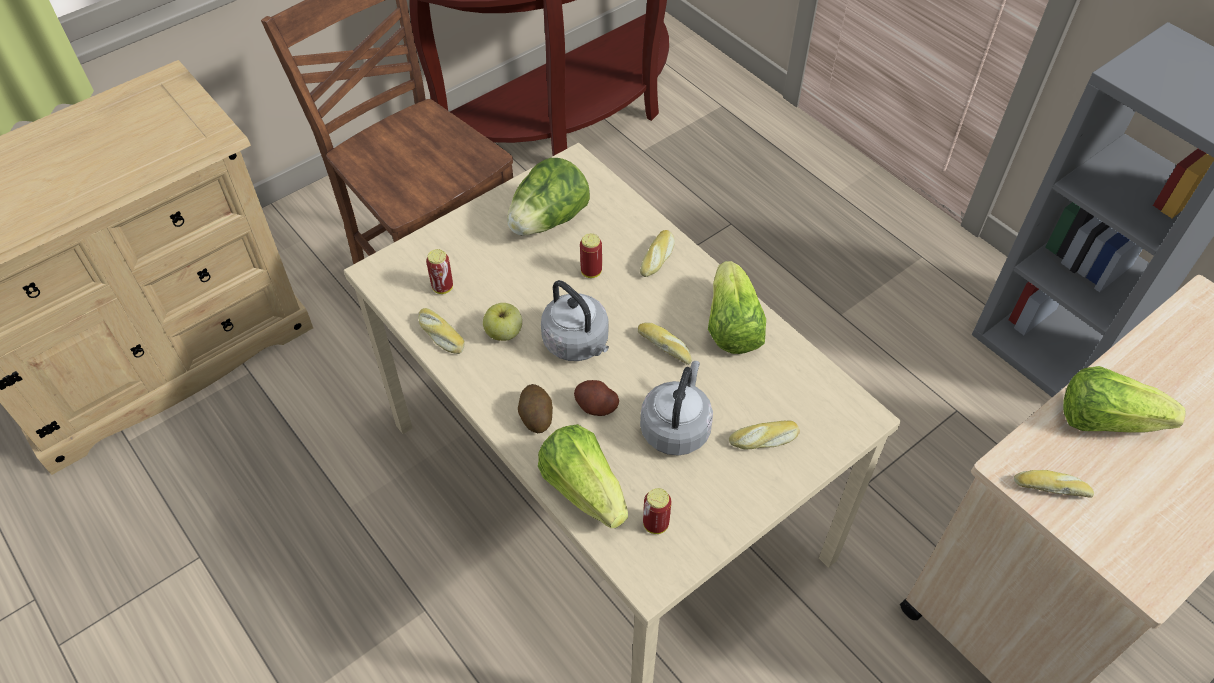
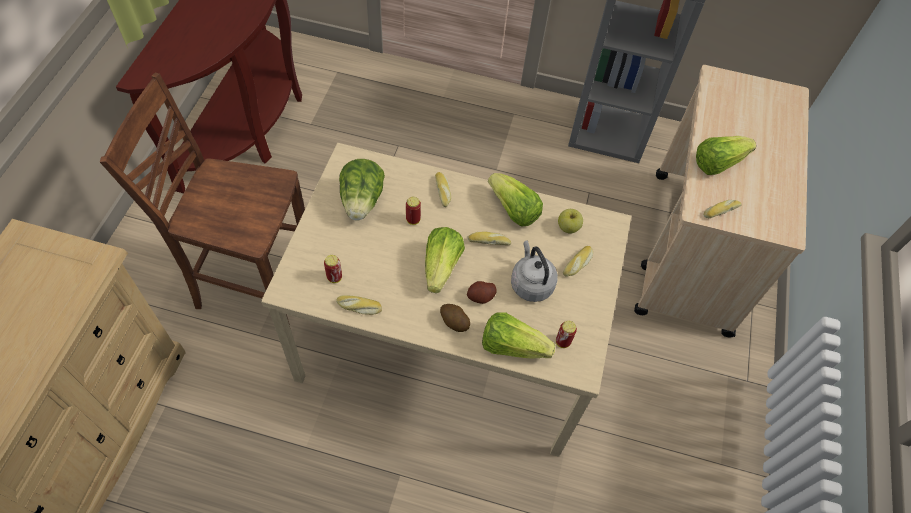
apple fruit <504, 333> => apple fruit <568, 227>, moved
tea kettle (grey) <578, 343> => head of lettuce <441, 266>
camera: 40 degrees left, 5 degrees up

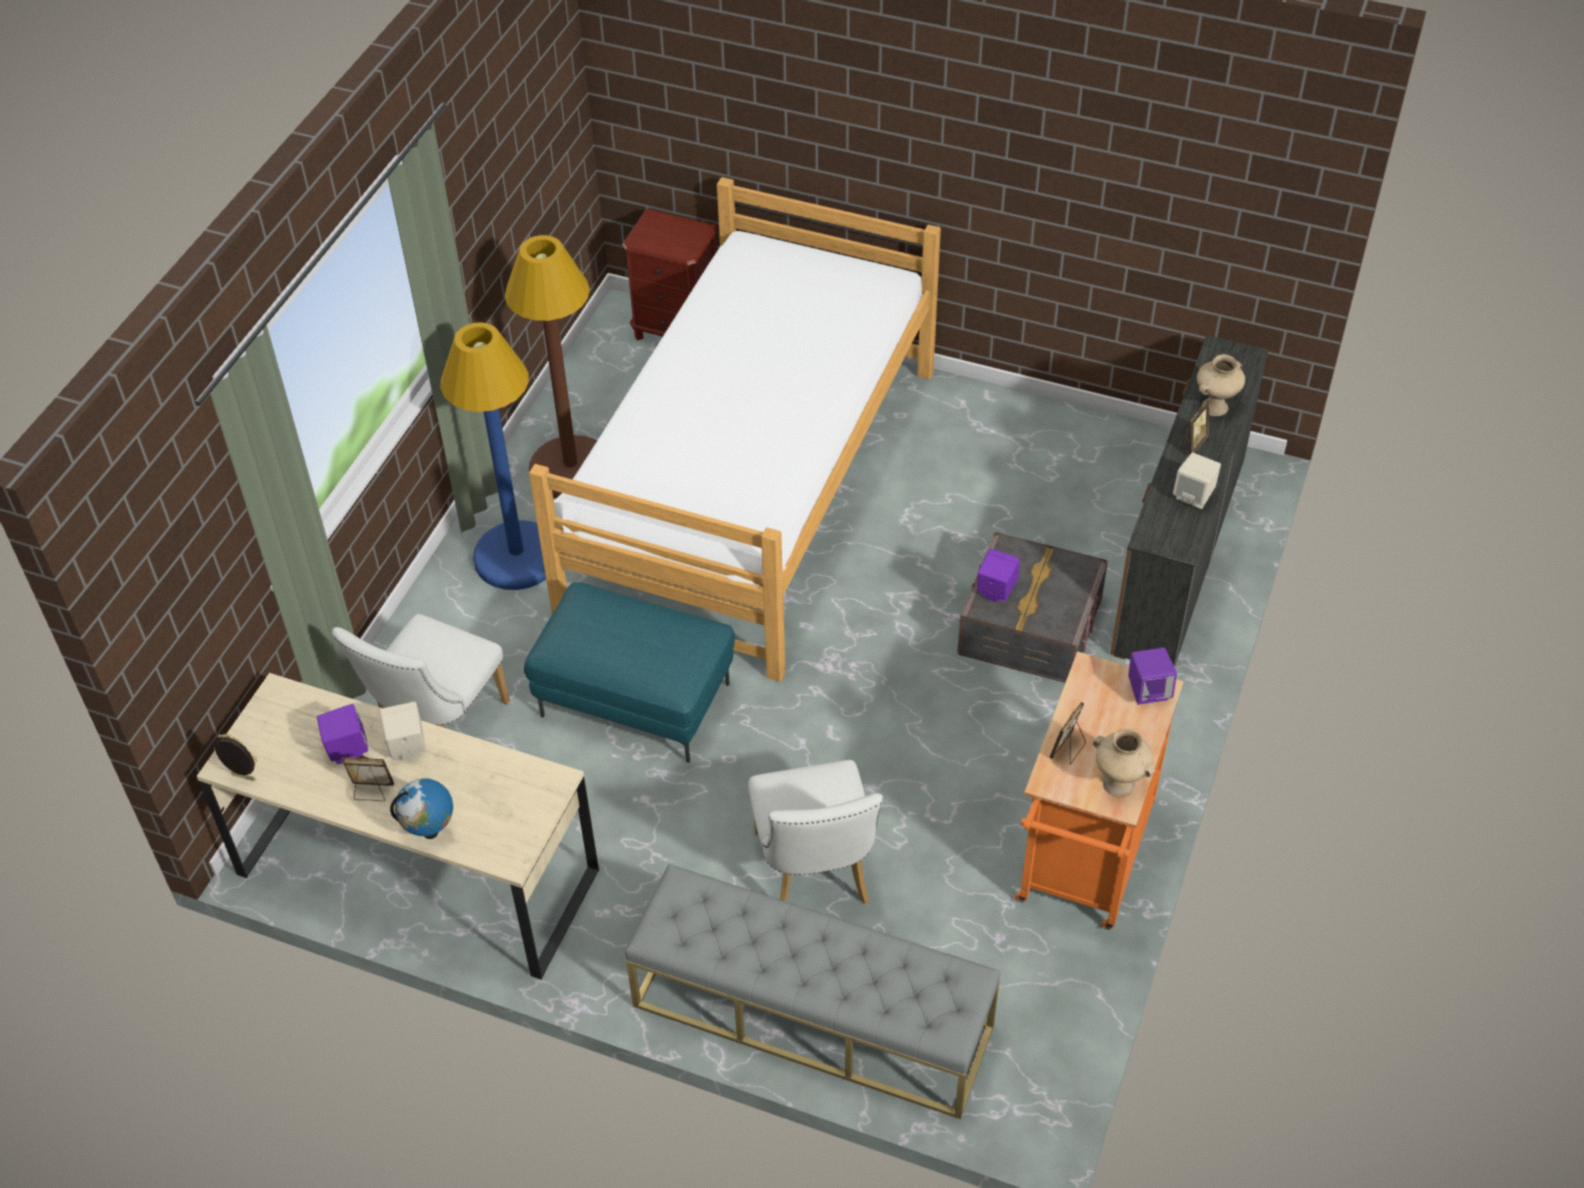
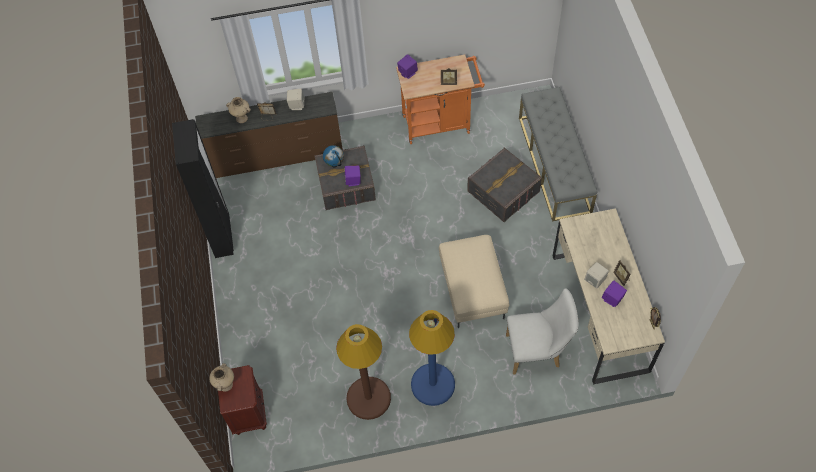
world globe <430, 831> => world globe <334, 164>, moved
pouffe (turquoise) <637, 699> => pouffe (beige-coloured) <472, 291>
bed <754, 487> => nothing
upright chair (white-coloured) <815, 876> => storage container (grey) <503, 192>
decorative vase (beige-coloured) <1119, 784> => decorative vase (beige-coloured) <225, 384>, moved
nothing => armoire (blackish) <223, 237>
camera: 120 degrees left, 10 degrees up

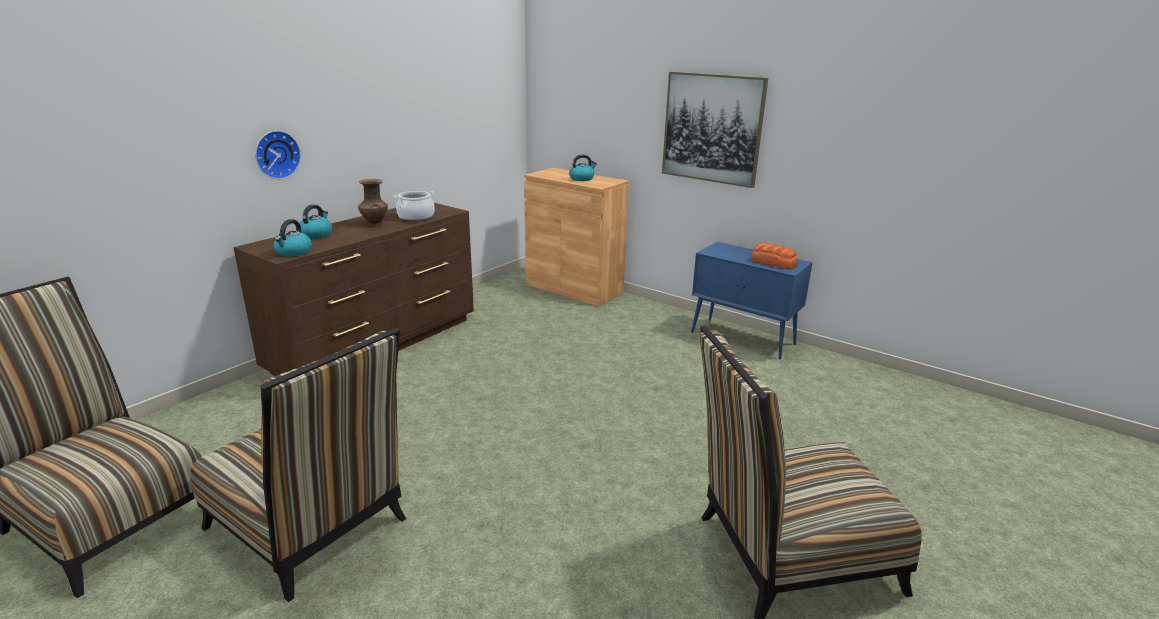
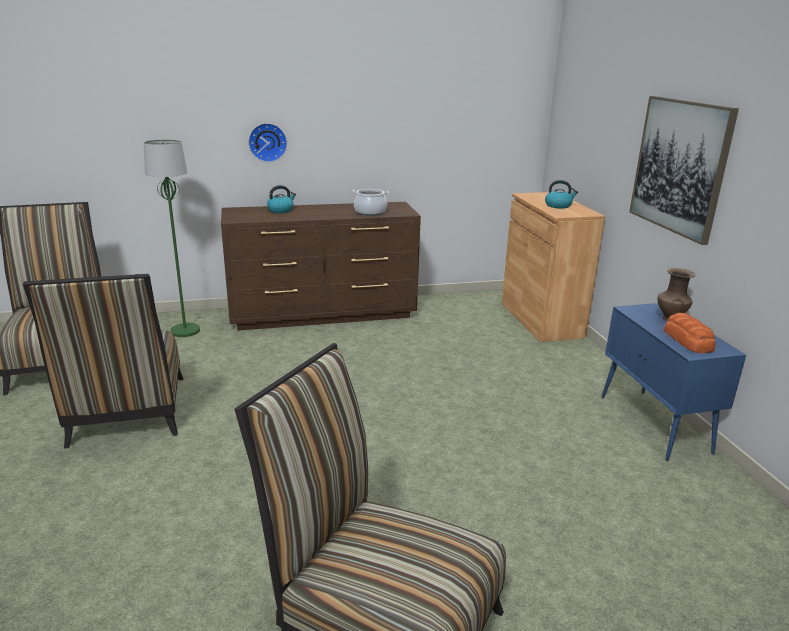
tea kettle <293, 252> => nothing
decorative vase (brownish) <374, 224> => decorative vase (brownish) <670, 318>, moved
nothing => standard lamp (green-coloured) <185, 331>
camera: 40 degrees right, 0 degrees up

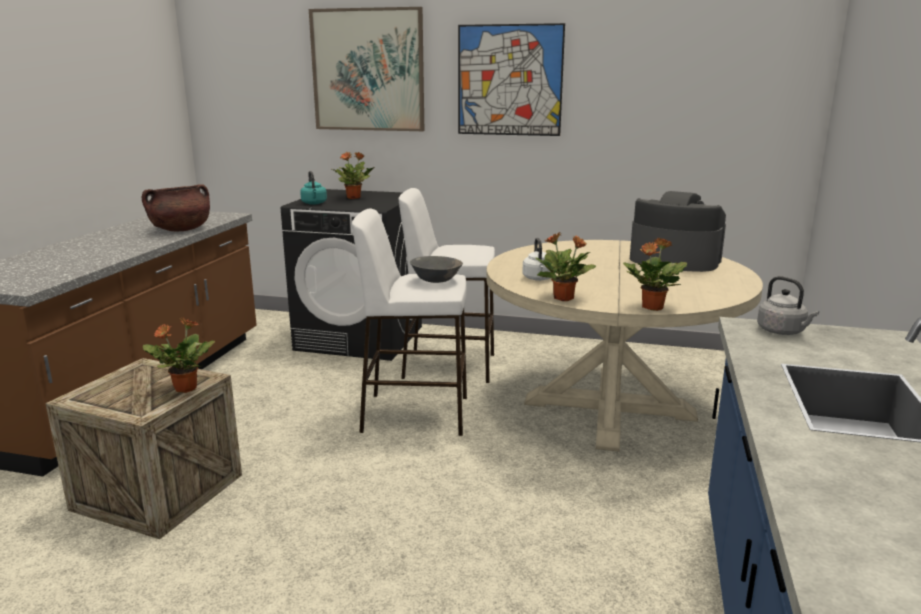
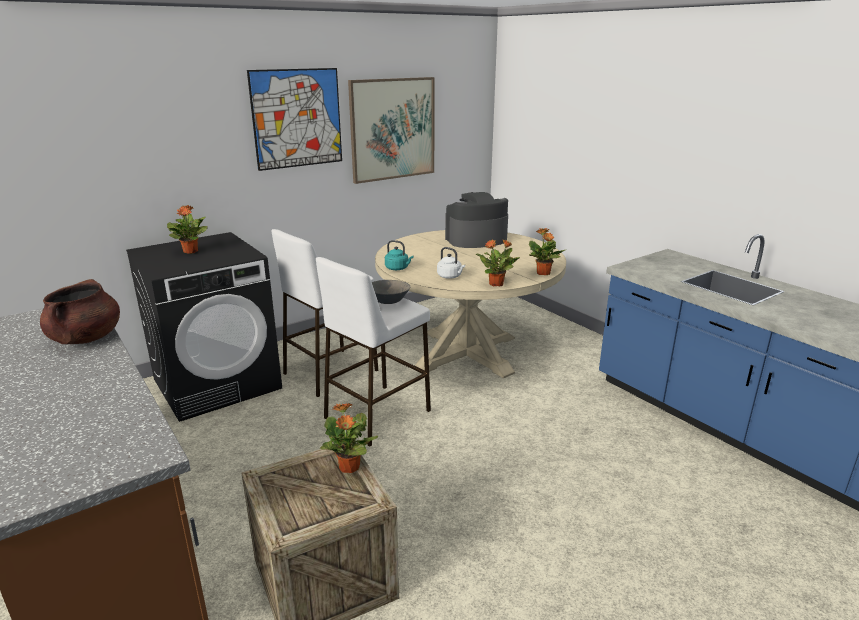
tea kettle (turquoise) <314, 203> => tea kettle (turquoise) <398, 268>, moved
wall picture <368, 70> => wall picture <392, 129>, moved
tea kettle (grey) <782, 332> => nothing
camera: 50 degrees left, 5 degrees up

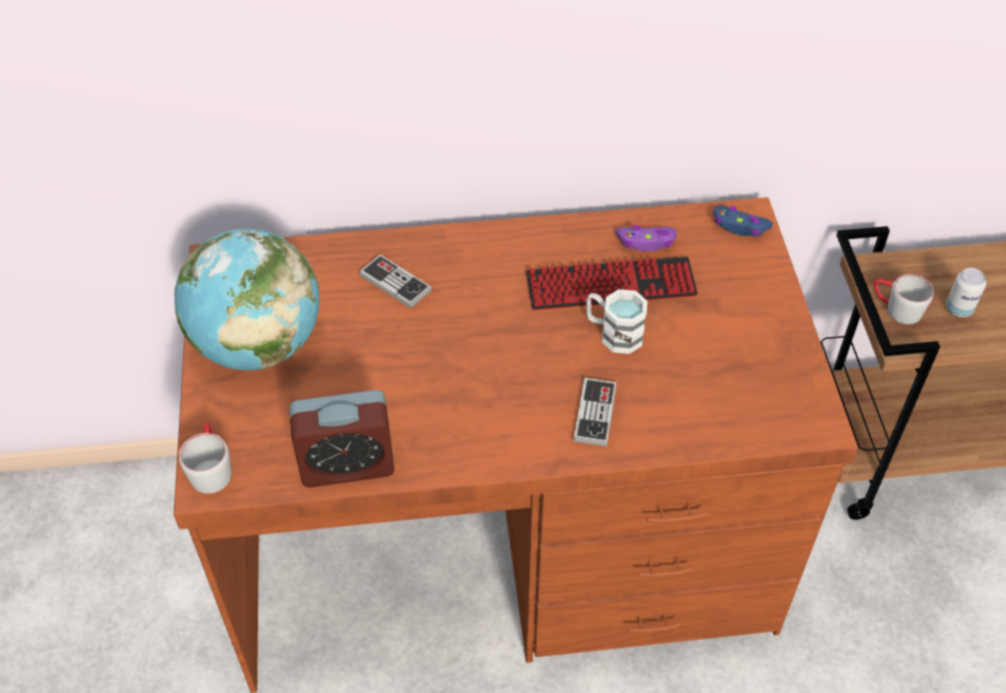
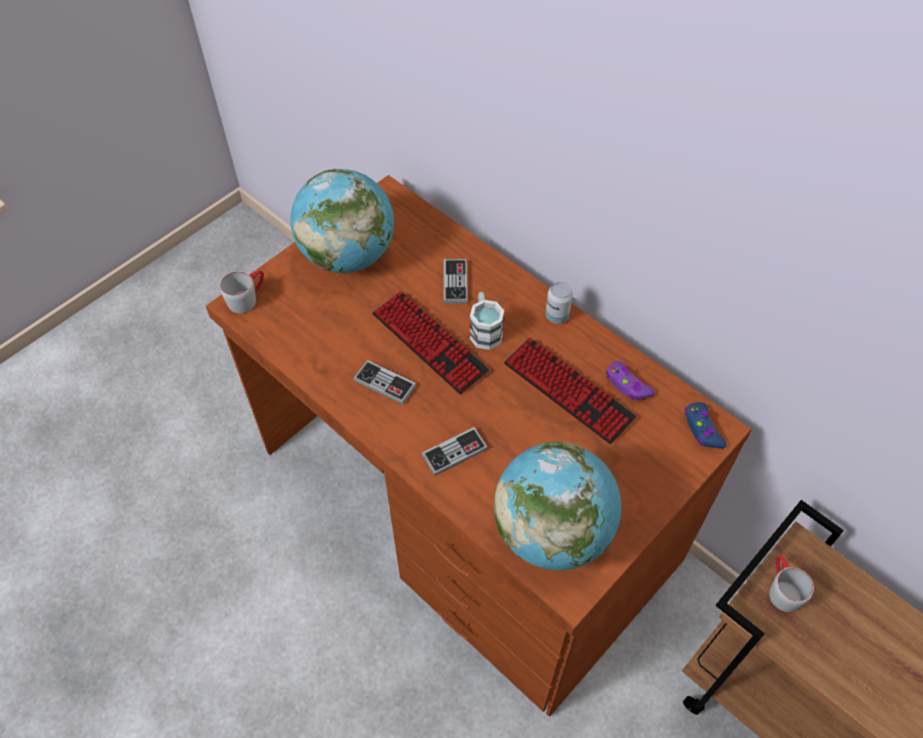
alarm clock <347, 465> => nothing
coffee mug (white-coloured) <613, 333> => coffee mug (white-coloured) <484, 330>, moved
metal can <959, 309> => metal can <557, 316>, moved
nothing => gamepad <385, 383>
nothing => keyboard <429, 343>
nothing => world globe <552, 532>
camera: 50 degrees right, 5 degrees up

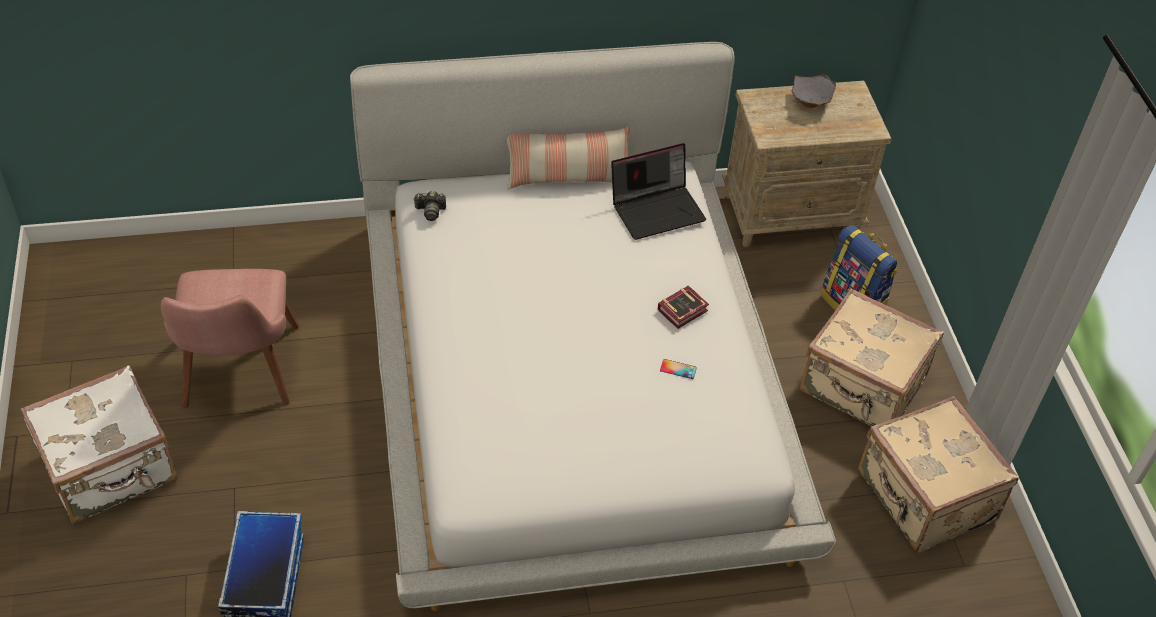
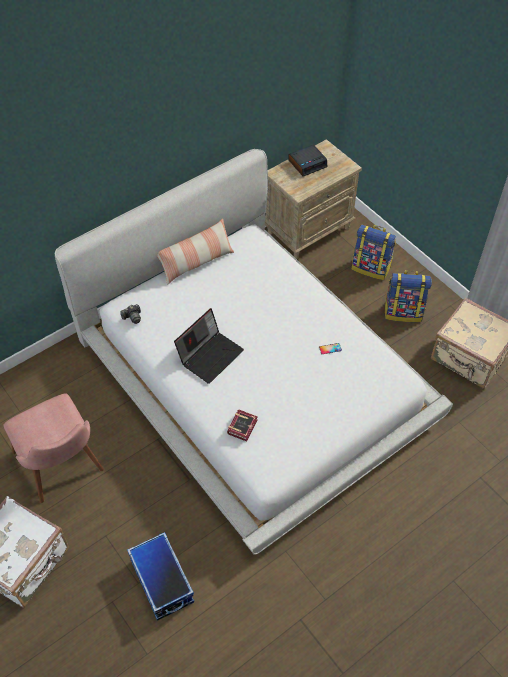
laptop <657, 209> => laptop <210, 355>, moved
book <684, 310> => book <243, 426>, moved
bowl (grey) <811, 102> => alarm clock <307, 163>
suitcase (beige-coloured) <861, 387> => rucksack <403, 312>
camera: 25 degrees left, 5 degrees up

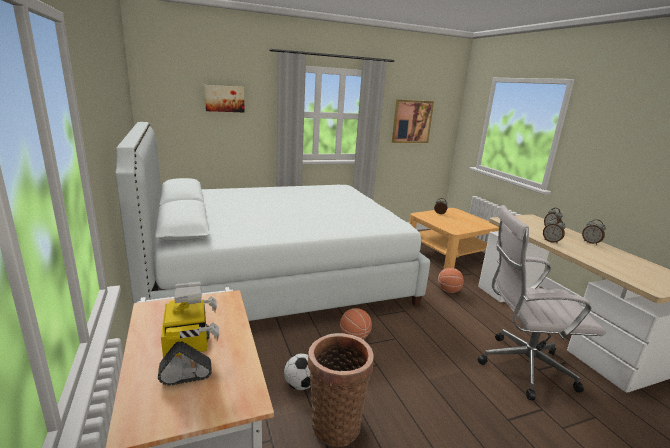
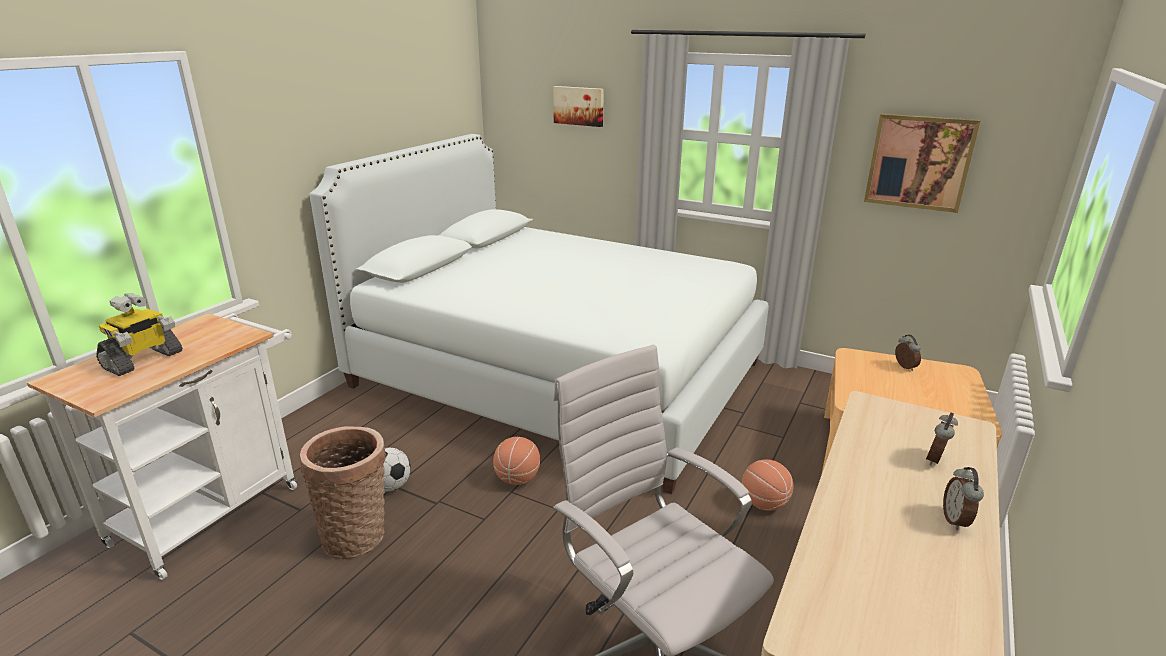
alarm clock <551, 241> => nothing
camera: 50 degrees right, 5 degrees up

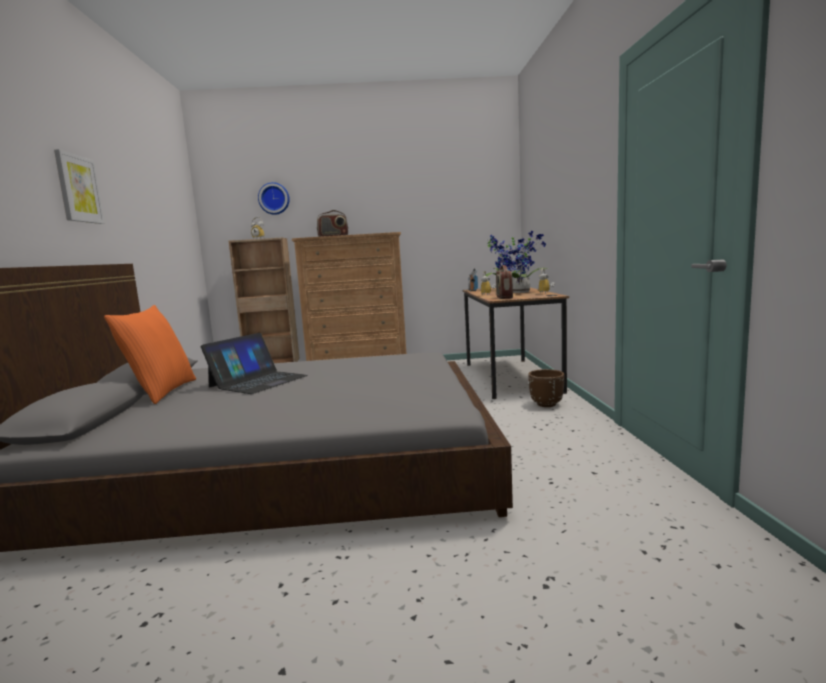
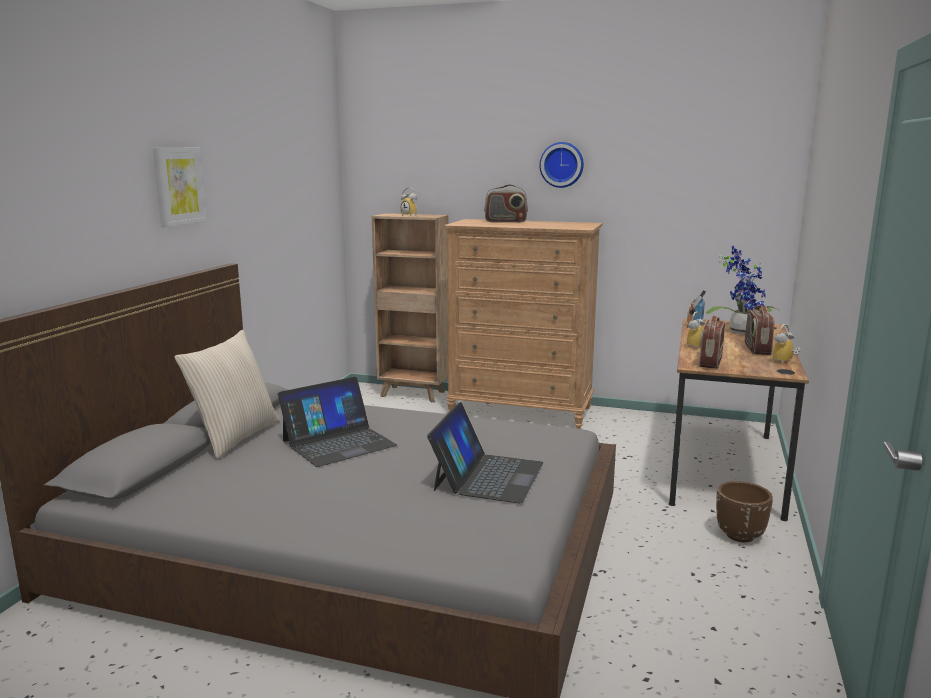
throw pillow (orangey) <161, 392> => throw pillow (beige-coloured) <234, 437>
hanging clock <274, 198> => hanging clock <562, 164>, moved
houseplant <523, 292> => radio <756, 349>
nothing => laptop <487, 476>
camera: 20 degrees right, 5 degrees up

